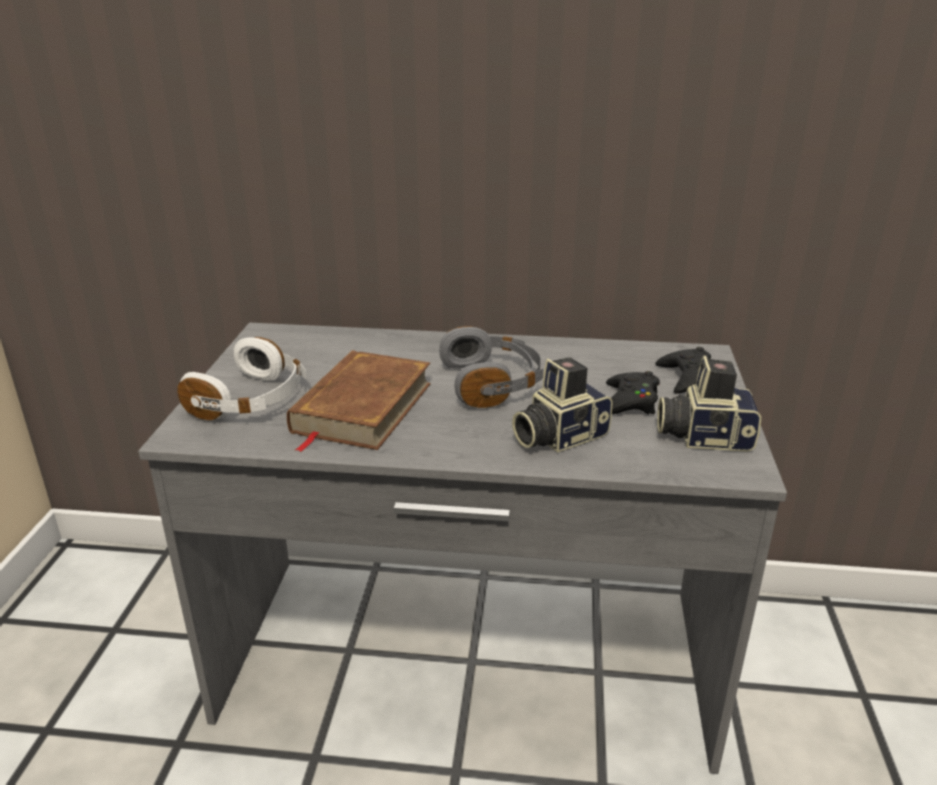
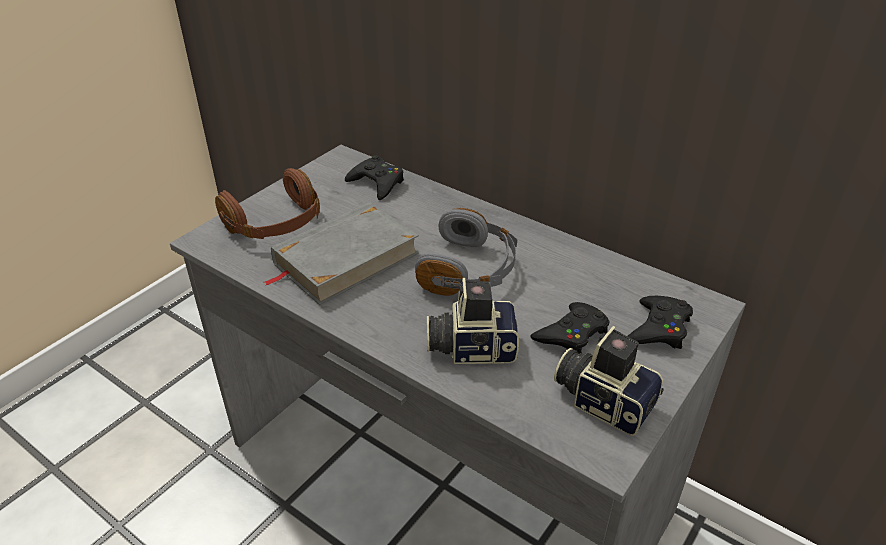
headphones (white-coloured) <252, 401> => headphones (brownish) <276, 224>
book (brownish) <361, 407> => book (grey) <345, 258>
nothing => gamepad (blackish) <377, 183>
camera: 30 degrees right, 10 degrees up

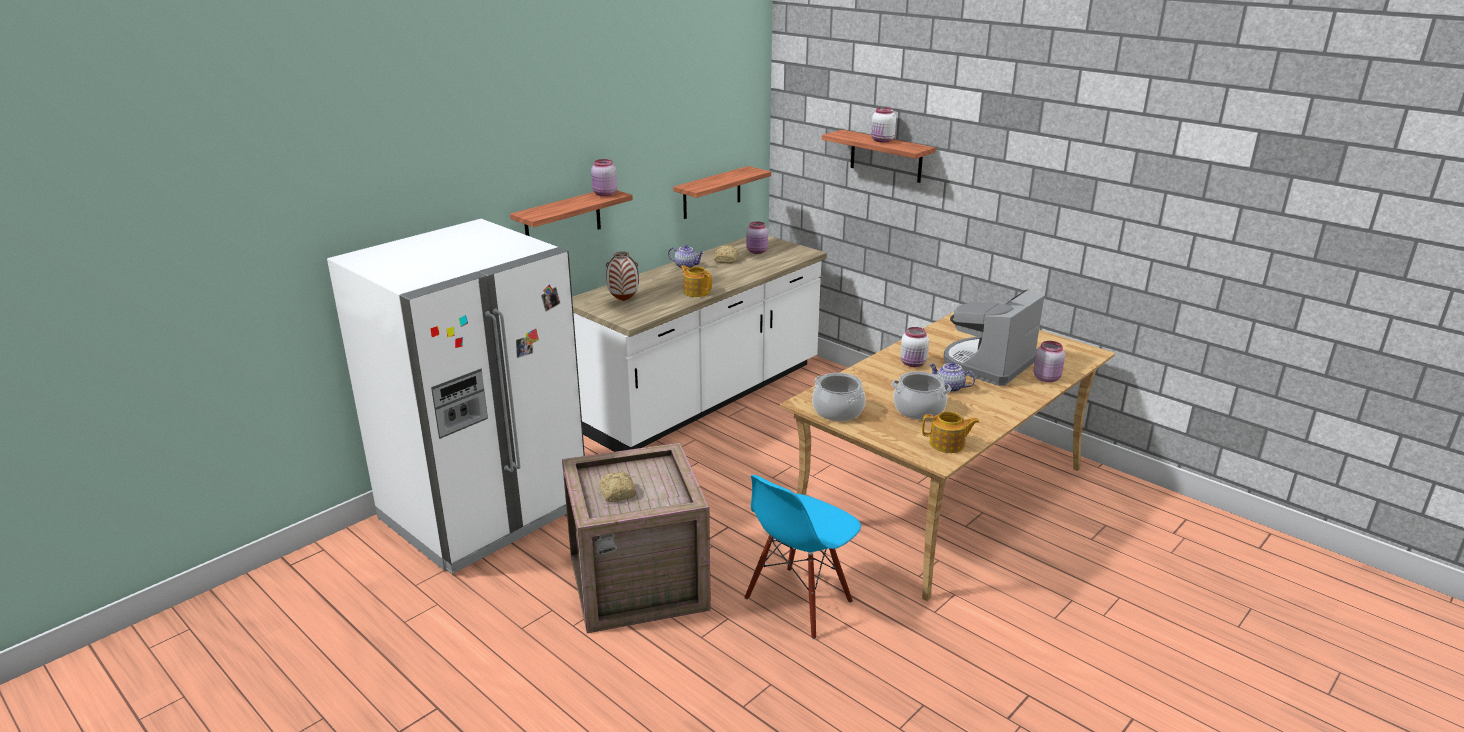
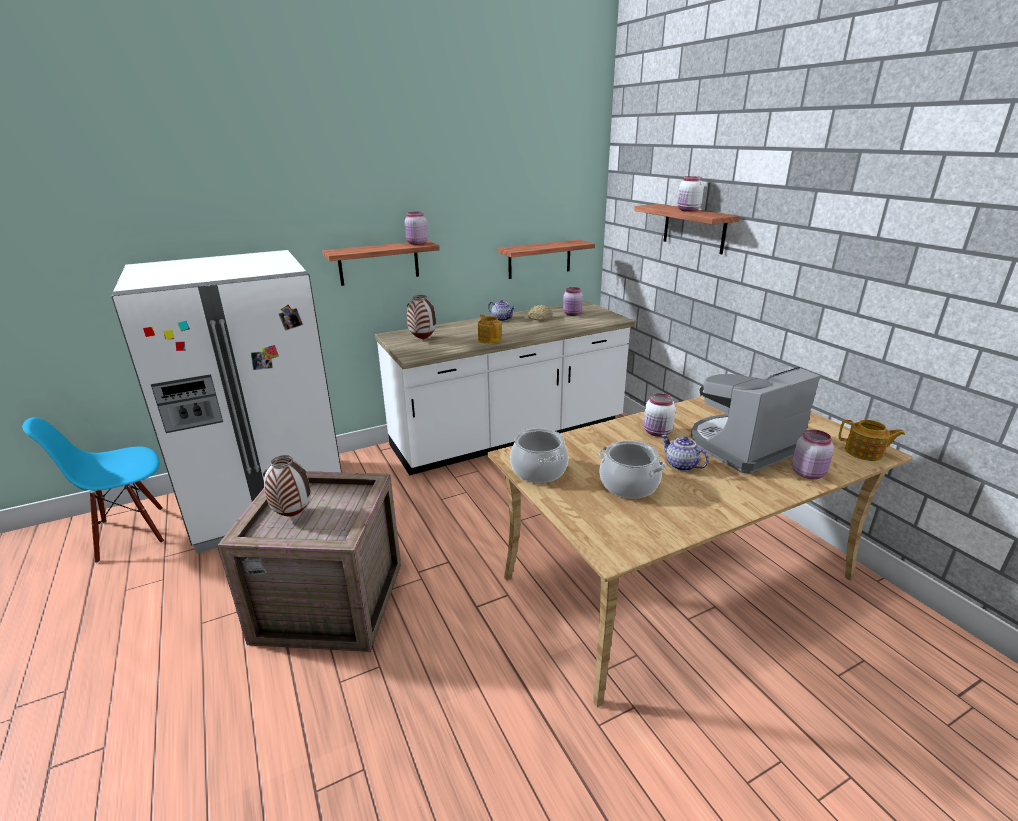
baked bread <617, 494> => decorative vase <292, 515>
upright chair (bluish) <799, 602> => upright chair (bluish) <131, 533>, moved
tea pot <948, 444> => tea pot <865, 452>, moved
camera: 20 degrees right, 0 degrees up

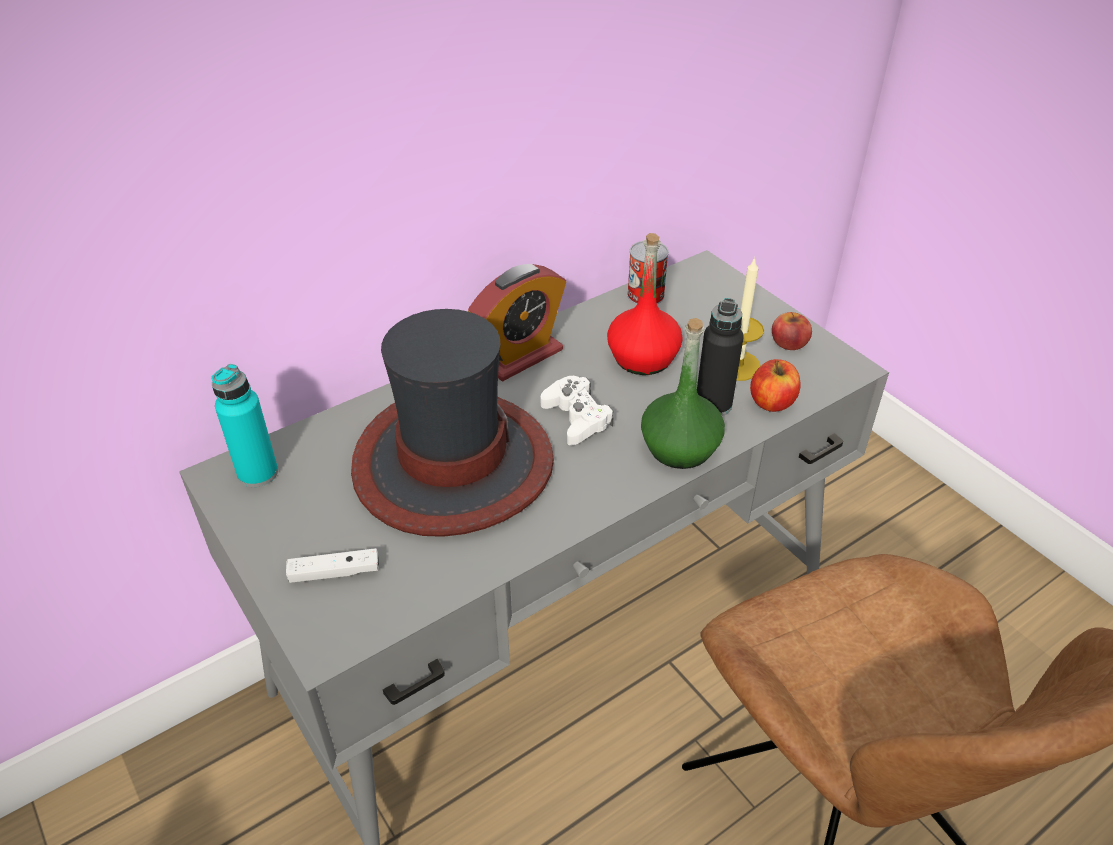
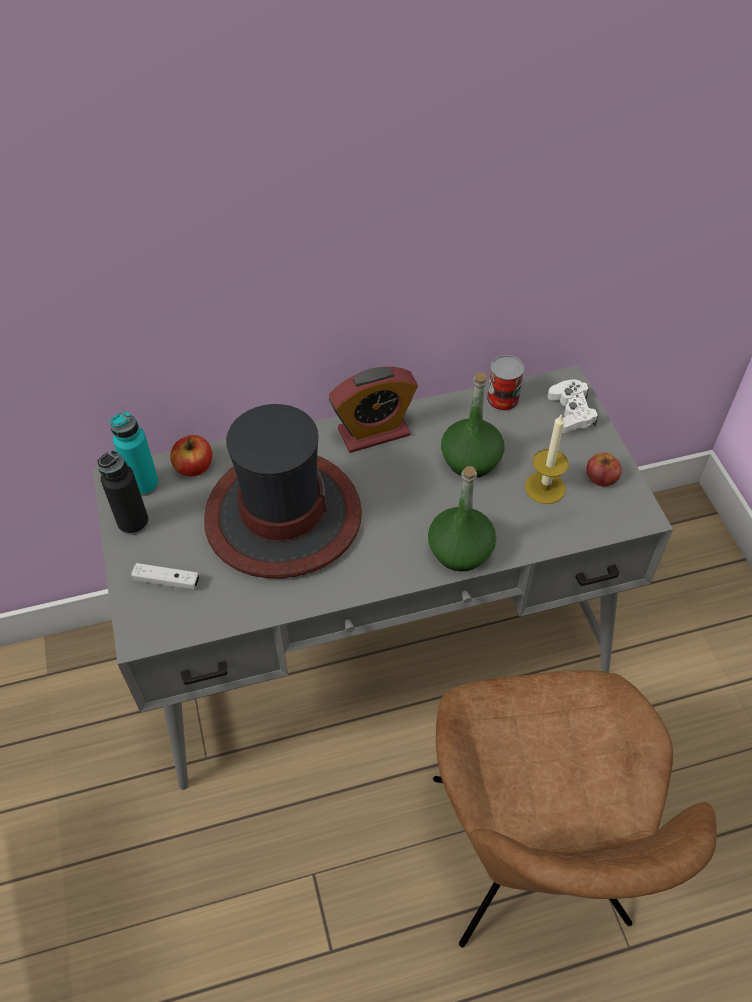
gamepad (white-coloured) <576, 417> => gamepad (white-coloured) <571, 412>, moved
bottle (red) <643, 358> => bottle (green-coloured) <471, 460>
bottle (blackish) <713, 404> => bottle (blackish) <133, 522>, moved
apple fruit <772, 402> => apple fruit <194, 467>, moved
camera: 20 degrees right, 10 degrees up

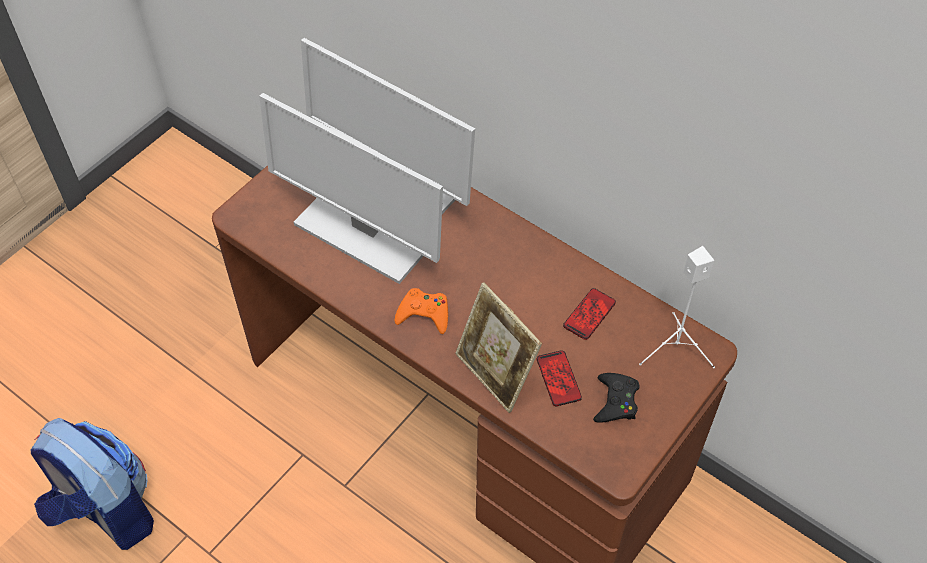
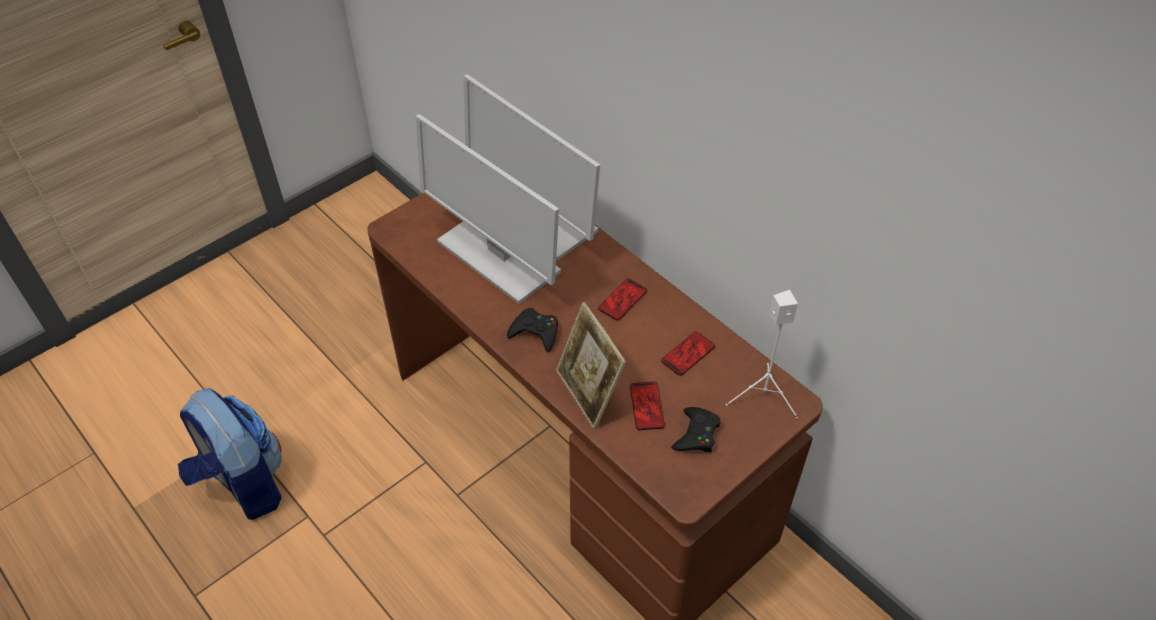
gamepad (orangey) <424, 314> => gamepad (blackish) <535, 333>
nothing => telephone <622, 300>
camera: 10 degrees right, 5 degrees down

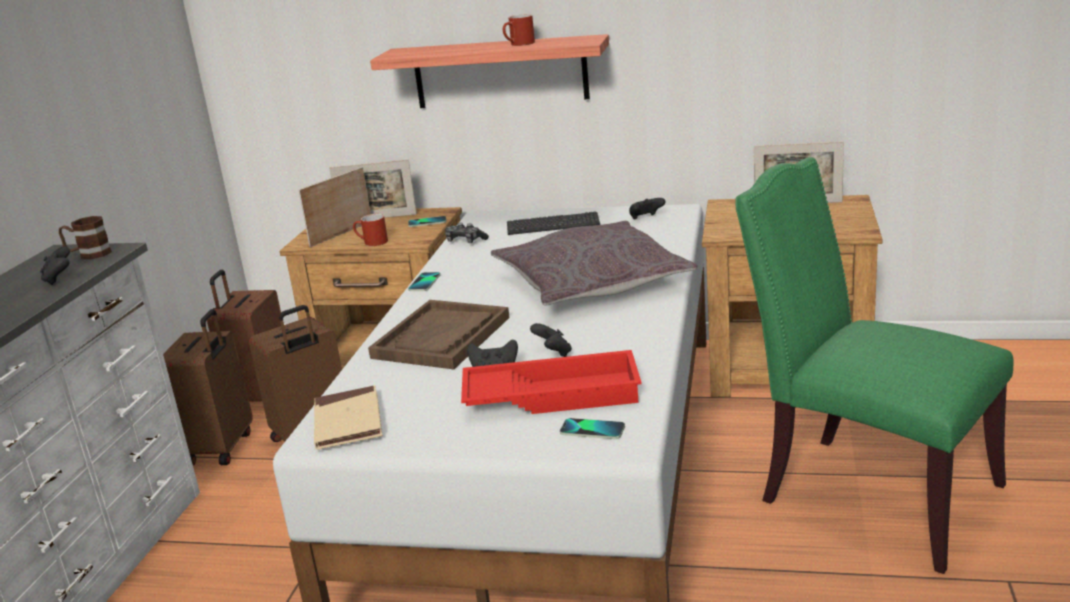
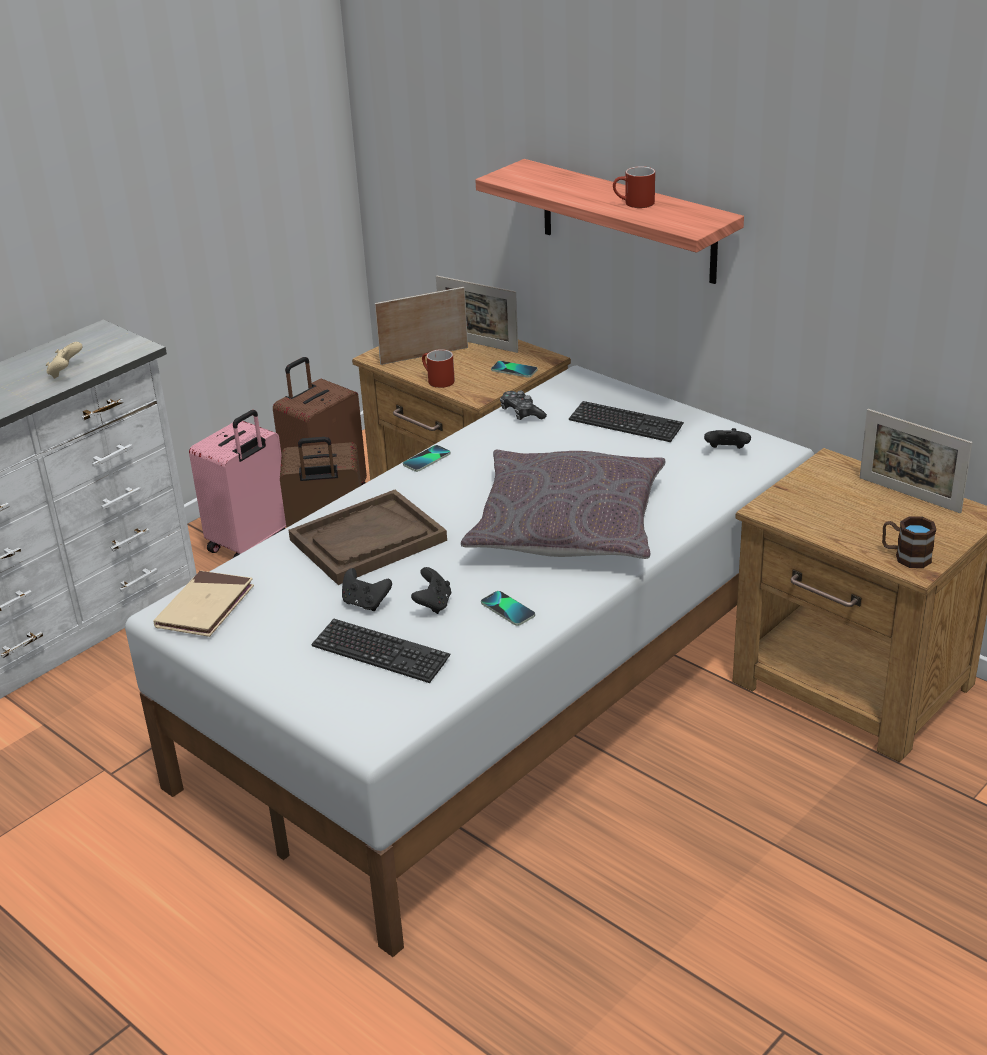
gamepad (blackish) <59, 279> => gamepad (beige-coloured) <65, 373>
coffee mug (brownish) <89, 254> => coffee mug (brownish) <905, 556>, moved
suitcase (brownish) <222, 448> => suitcase (pink) <250, 543>
serving tray (red) <553, 394> => keyboard <380, 653>
telephone <592, 430> => telephone <508, 609>, moved
upright chair (green-coloured) <869, 493> => nothing
camera: 30 degrees right, 10 degrees up

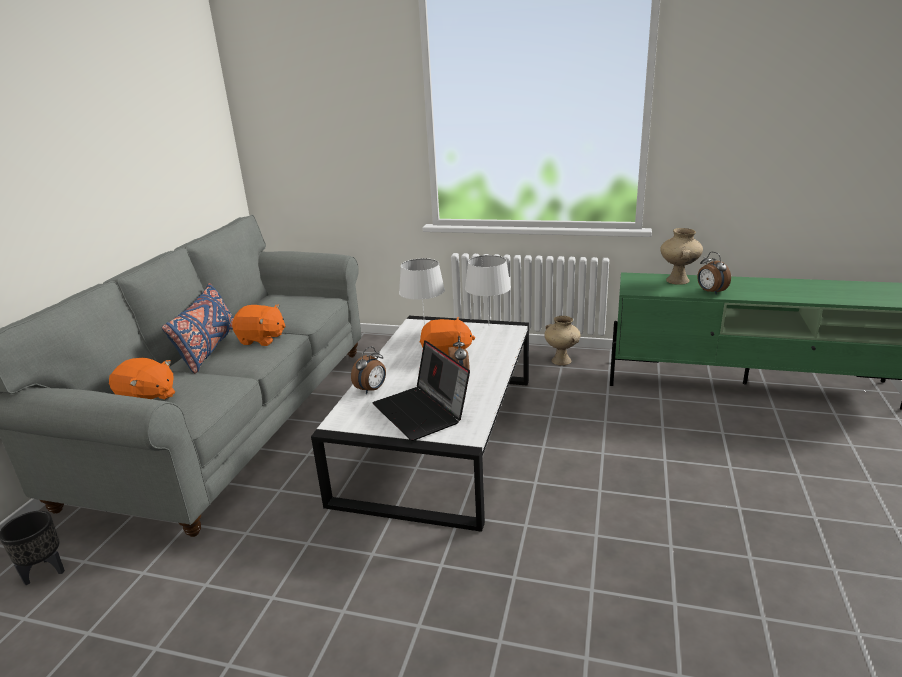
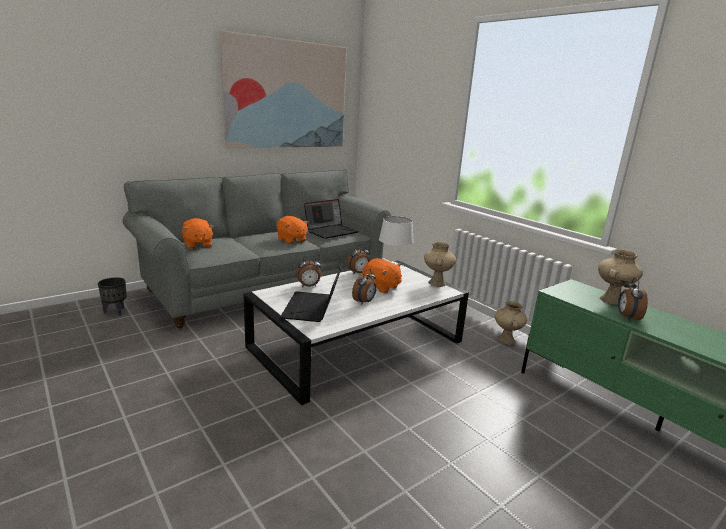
throw pillow (bluish) <208, 349> => nothing
table lamp (white-coloured) <488, 325> => decorative vase (beige-coloured) <436, 283>
nothing => wall picture <287, 95>
nothing => laptop <331, 231>
nothing => alarm clock <358, 273>
camera: 35 degrees right, 5 degrees down

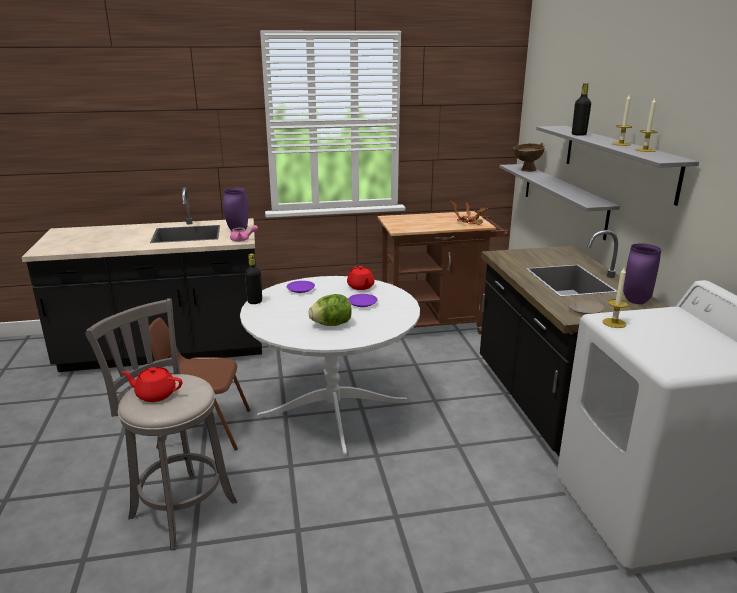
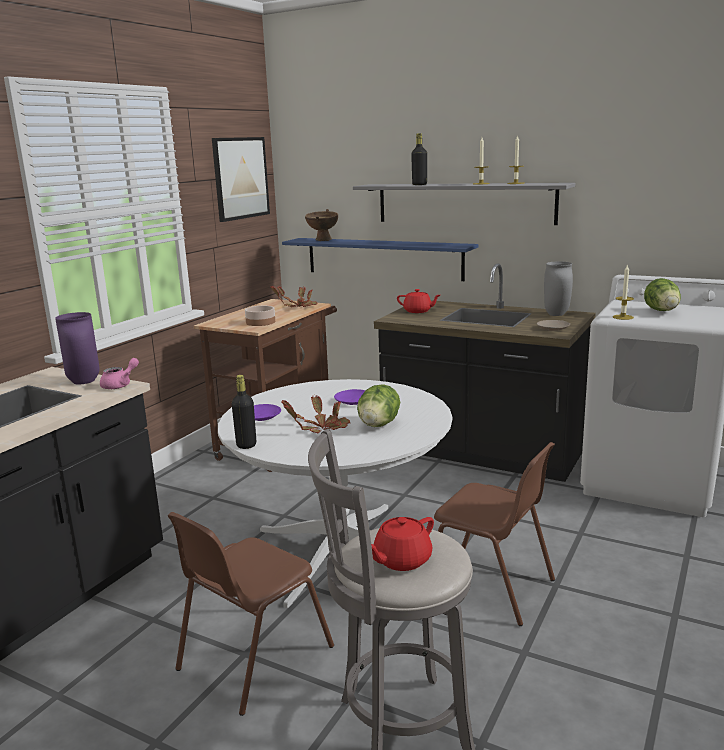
tea pot (red) <360, 287> => tea pot (red) <418, 311>, moved
shelf (grey) <563, 198> => shelf (bluish) <383, 258>
decorative vase (purple) <636, 301> => decorative vase (grey) <557, 314>
nothing => wall picture <240, 178>
nothing => bowl <260, 322>
nothing => houseplant <320, 428>
nothing => upright chair (brownish) <490, 586>
nothing => head of lettuce <663, 311>
camera: 50 degrees left, 5 degrees down

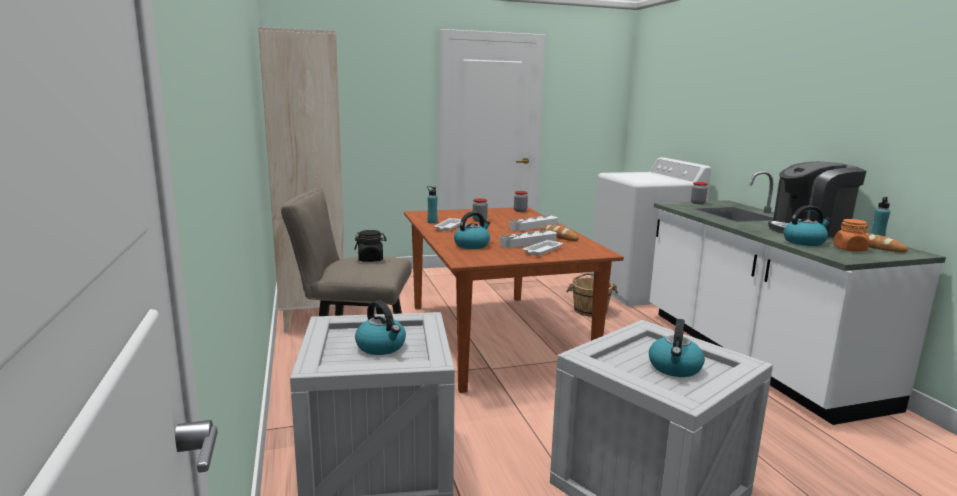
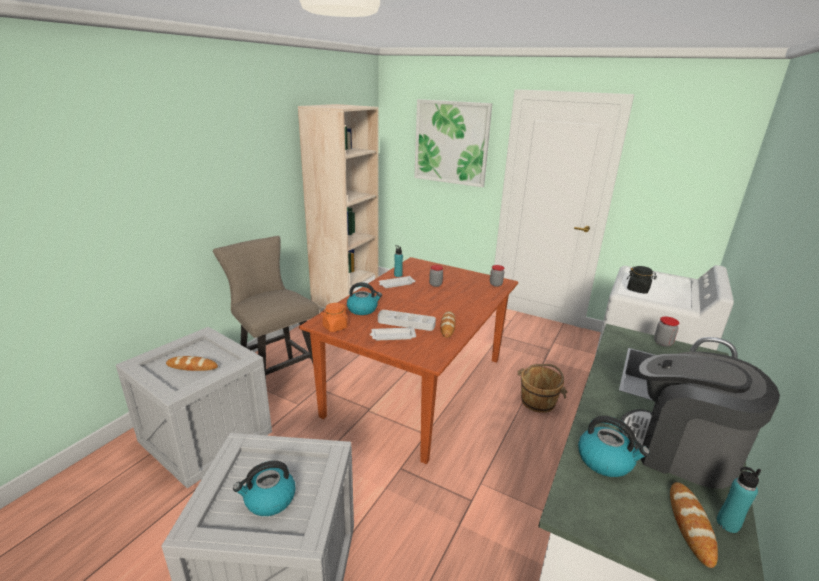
storage jar (blackish) <370, 259> => storage jar (blackish) <638, 290>, moved
tea kettle <381, 347> => baked bread <192, 366>
serving tray (grey) <533, 226> => nothing
storage jar (orangey) <850, 249> => storage jar (orangey) <335, 327>, moved
nothing => wall picture <451, 143>
camera: 45 degrees right, 10 degrees up

